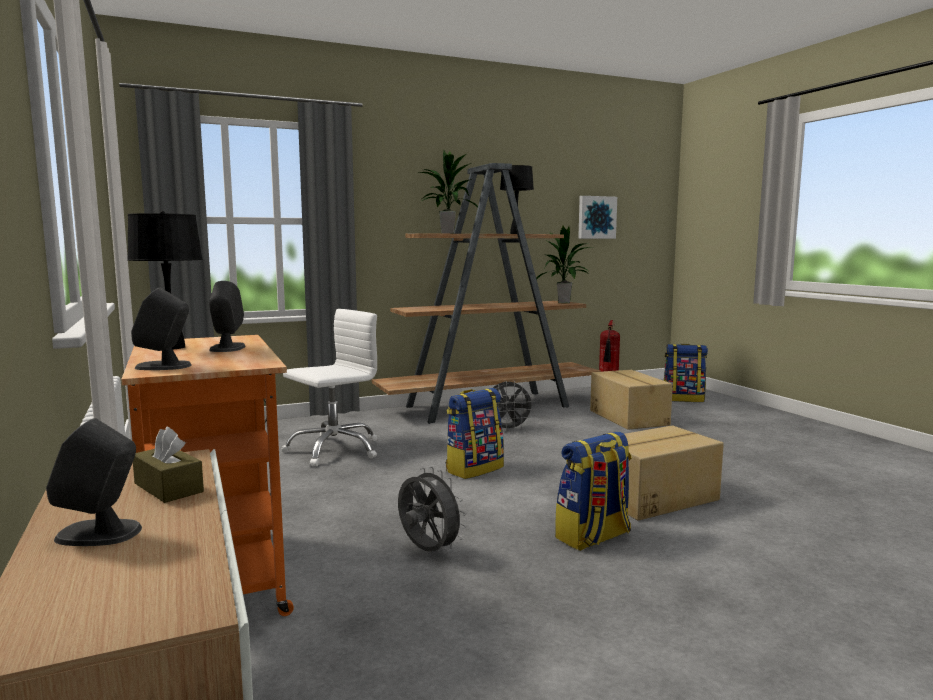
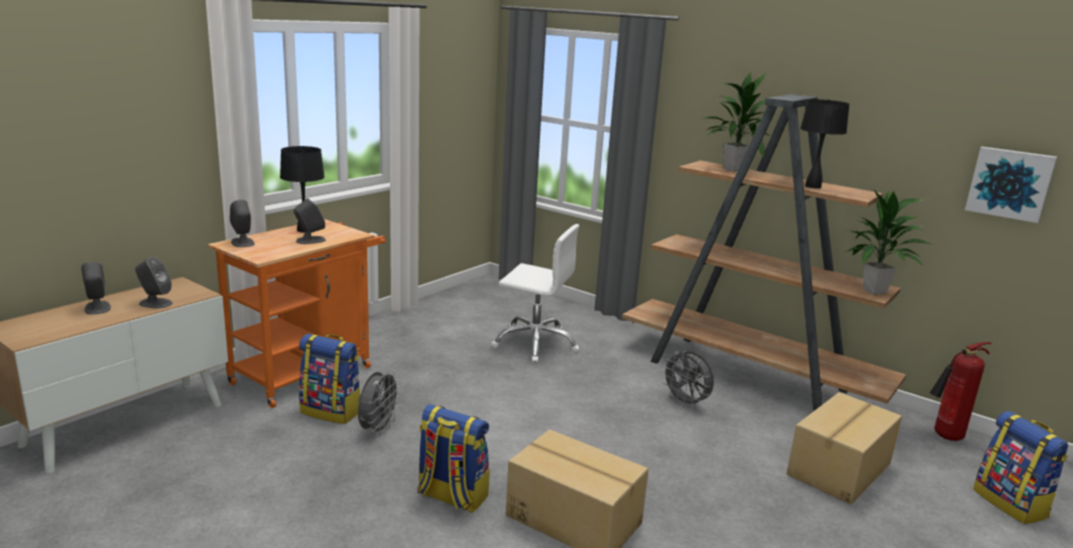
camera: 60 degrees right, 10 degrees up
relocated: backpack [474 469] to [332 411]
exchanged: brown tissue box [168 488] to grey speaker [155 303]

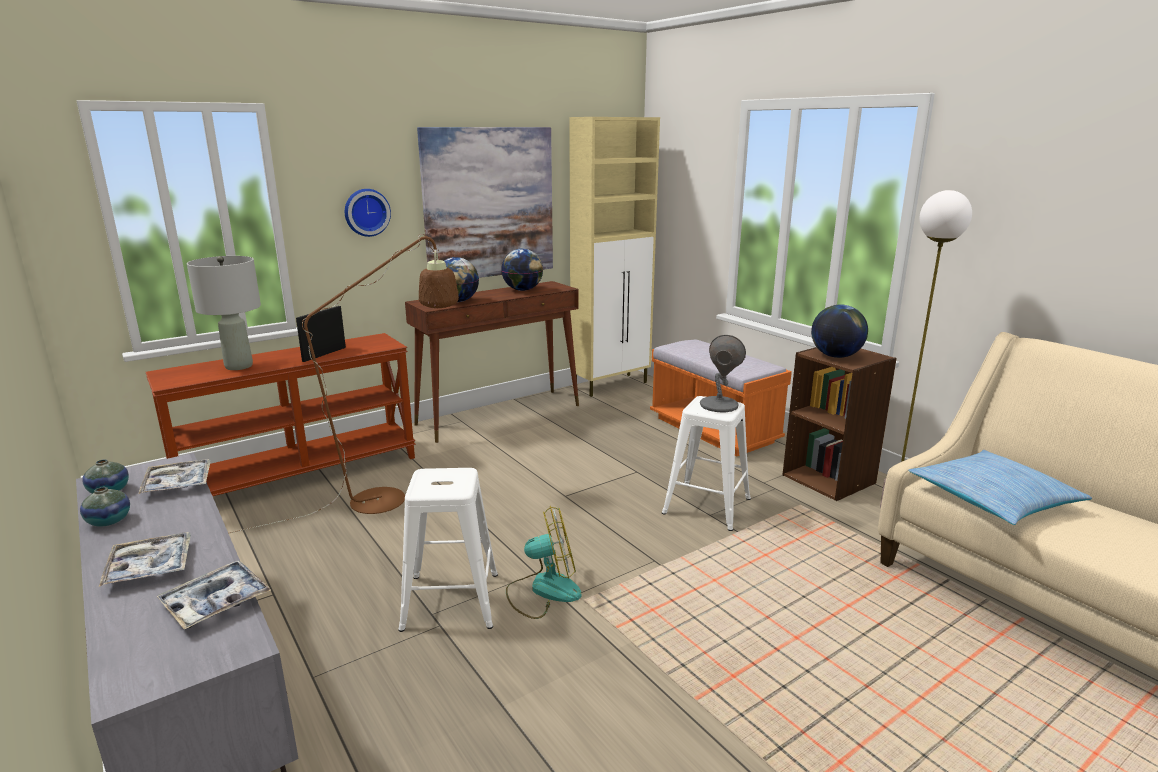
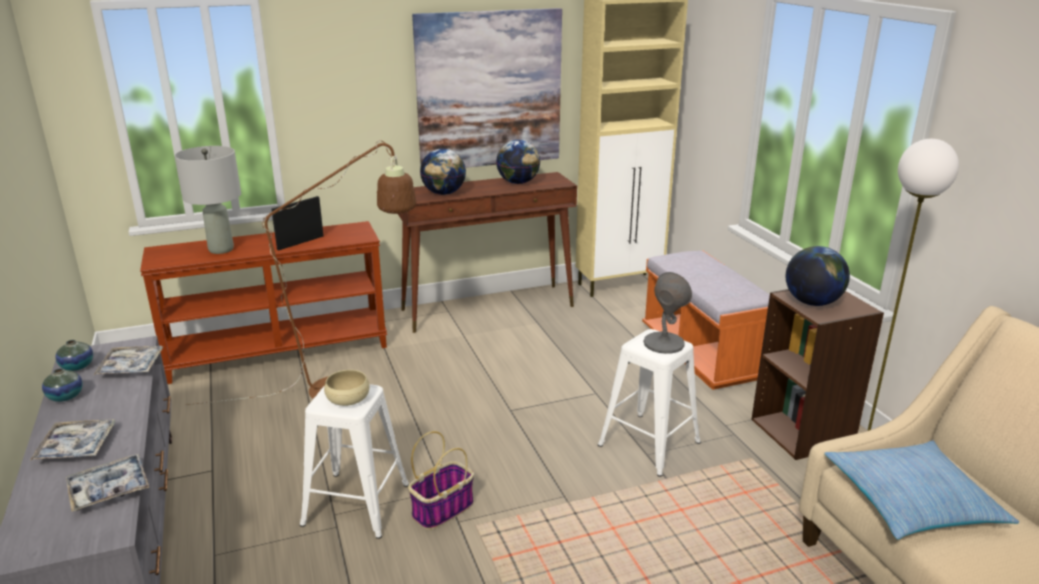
camera: 15 degrees right, 5 degrees up
missing: wall clock [366 212]
appeared: beige bowl [348 398]
exchanged: fan [543 590] to basket [443 509]

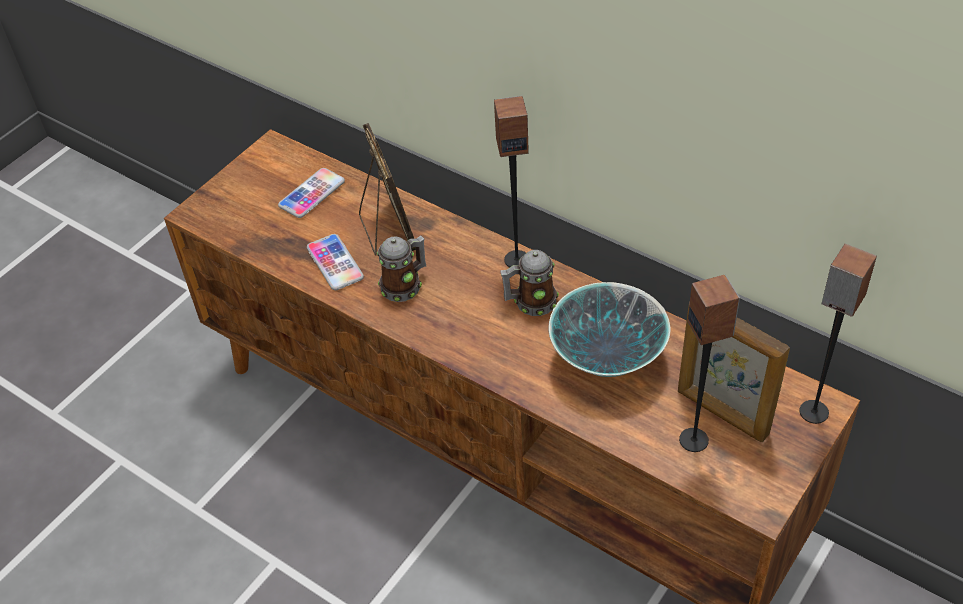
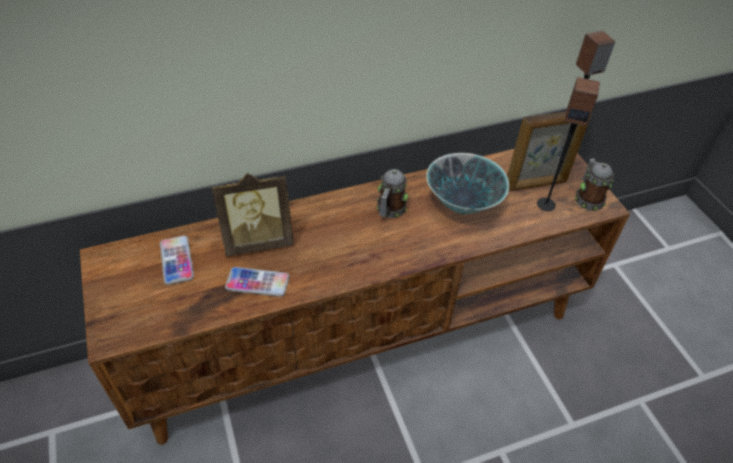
camera: 60 degrees left, 0 degrees up
missing: speaker [516 259]
relocated: mug [405 285] to [588 198]
spun: picture frame [387 231] = [258 241] 150 degrees clockwise

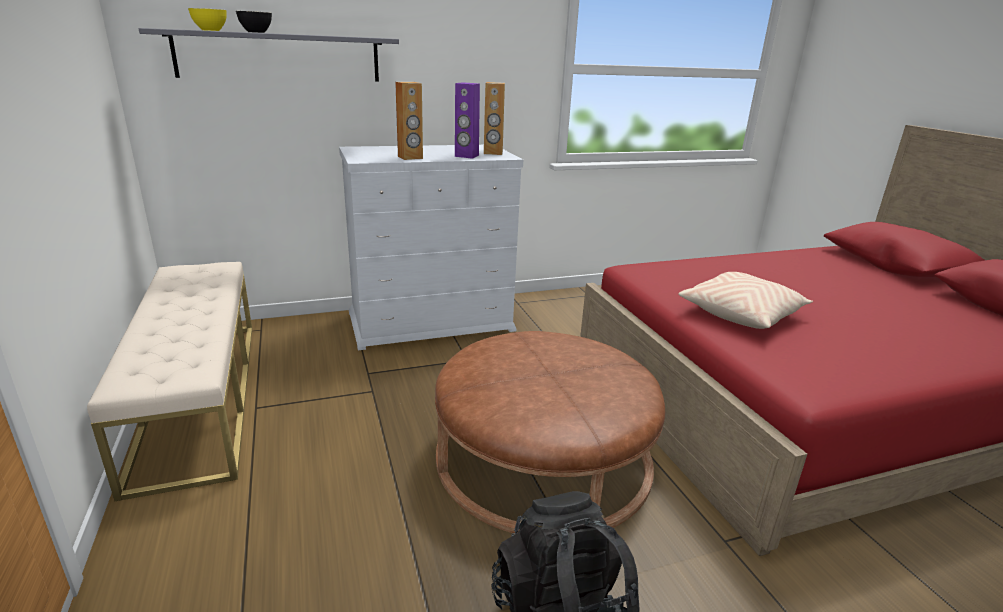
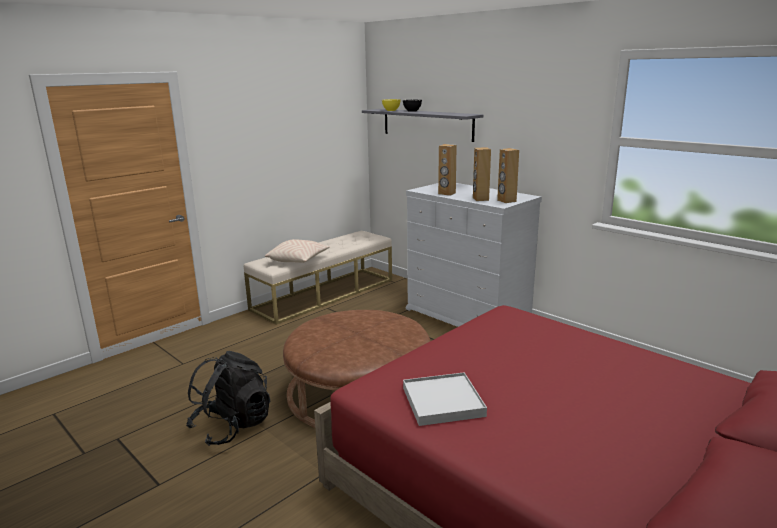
camera: 65 degrees right, 5 degrees down
appeared: white tray [442 402]
relocated: beige pillow [741 314] to [298 260]
colour: purple speaker [466 156] to brown speaker [480 199]

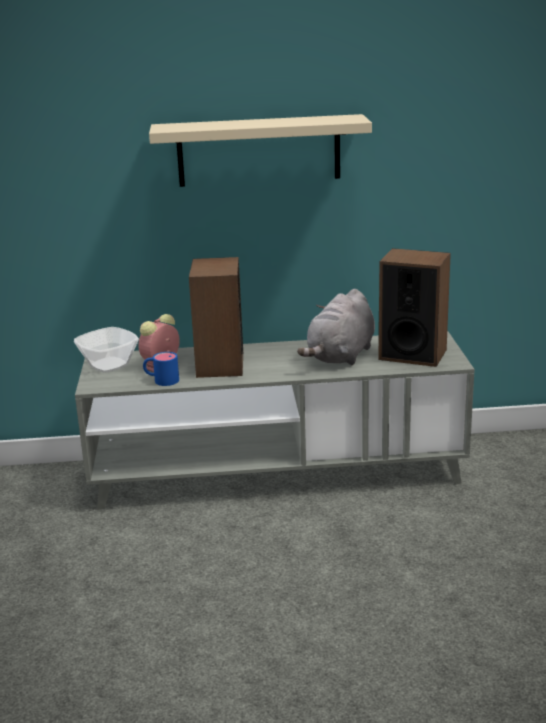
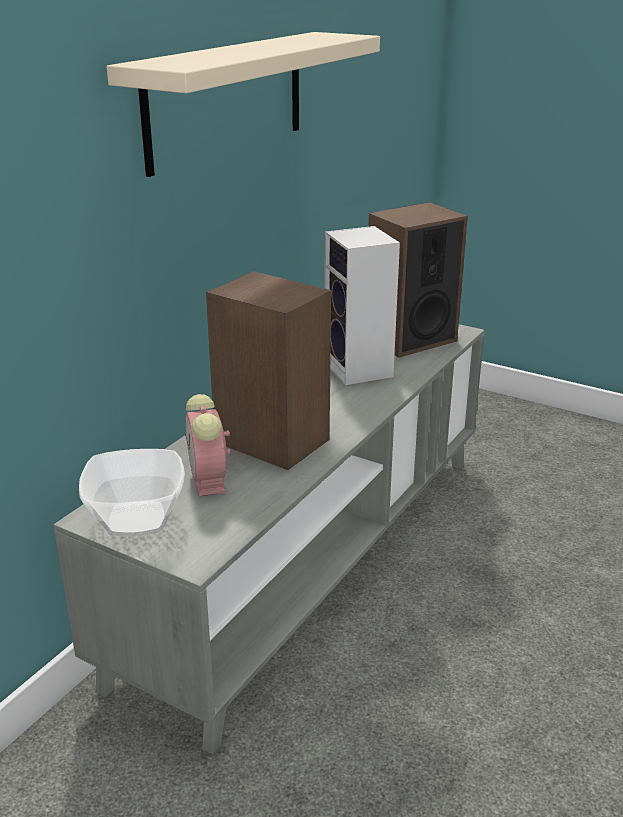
camera: 55 degrees left, 5 degrees up
missing: blue mug [161 380]
exchanged: grey plush toy [341 356] to speaker [360 370]

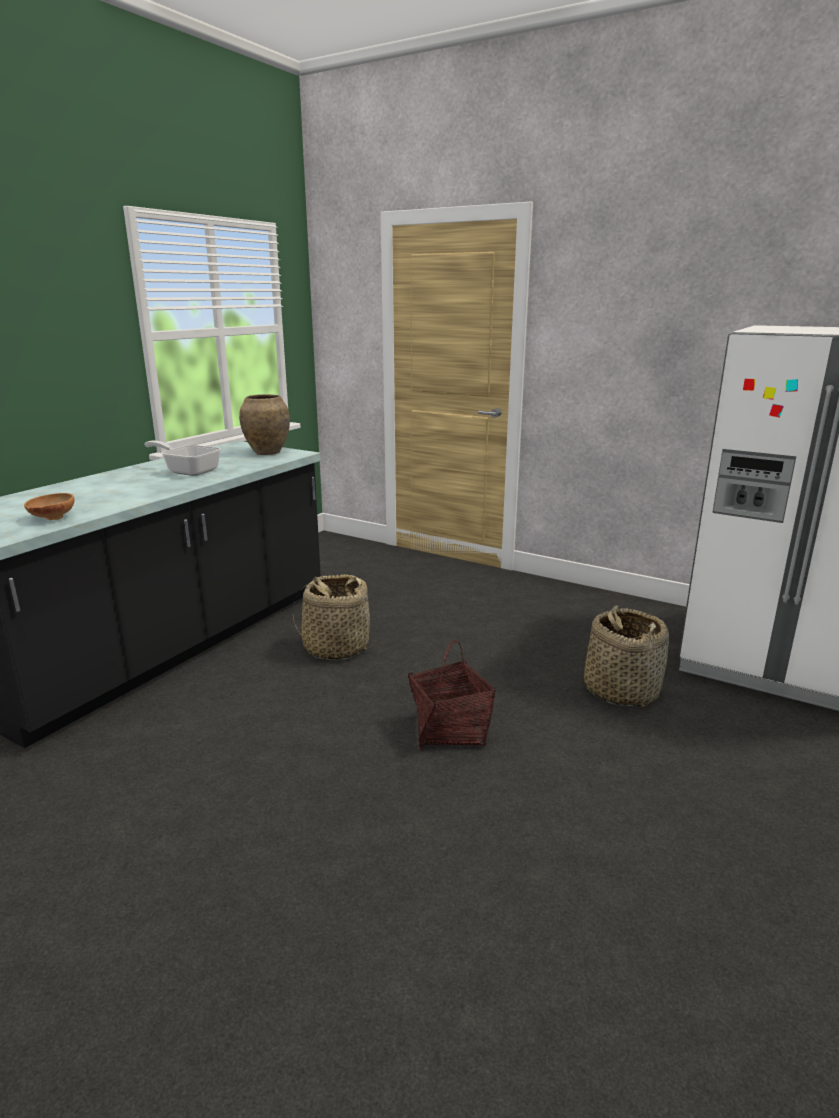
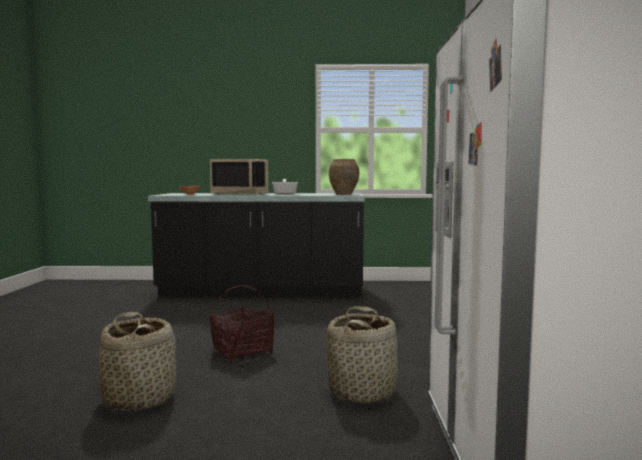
camera: 60 degrees right, 15 degrees down
appeared: beige microwave [241 194]
relocated: basket [336 647] to [140 398]

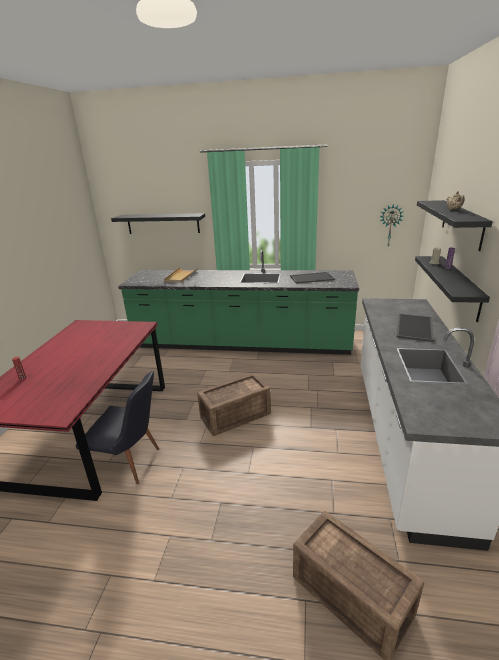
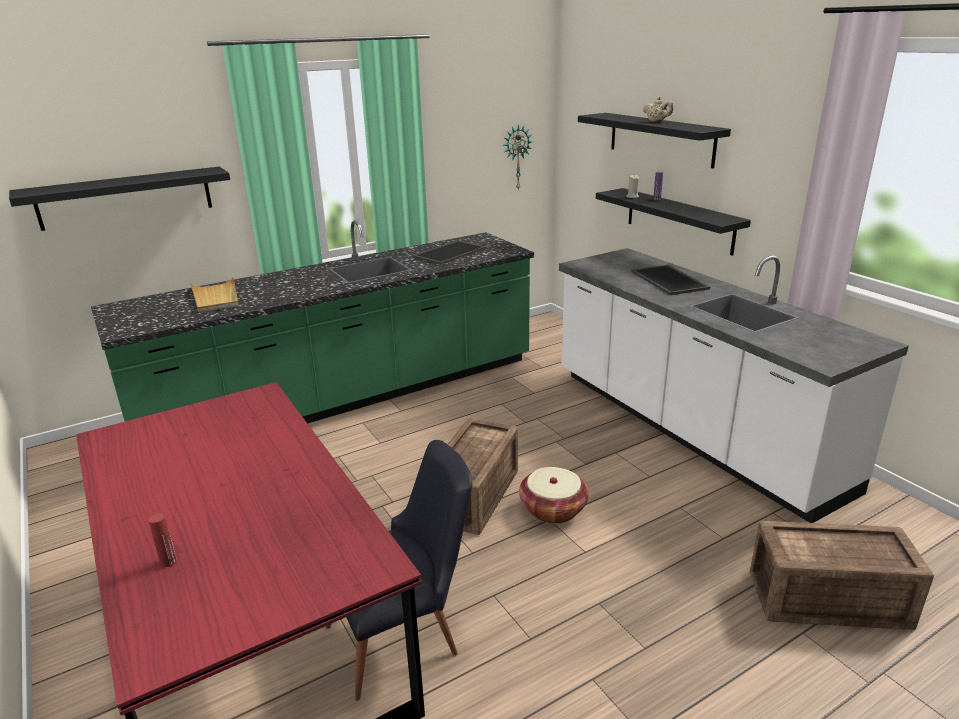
camera: 40 degrees left, 0 degrees up
appeared: basket [553 509]

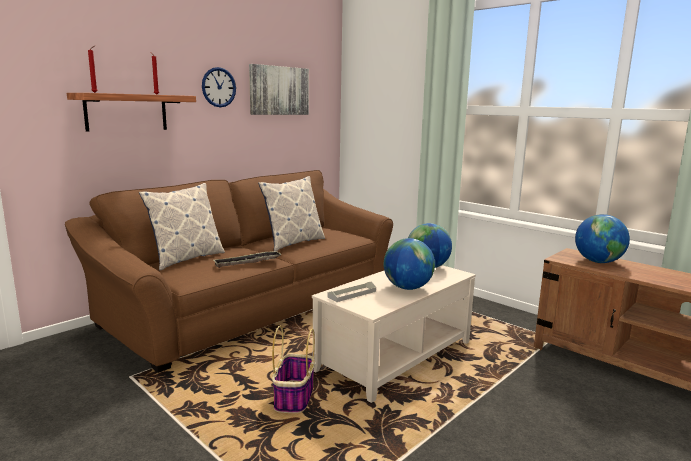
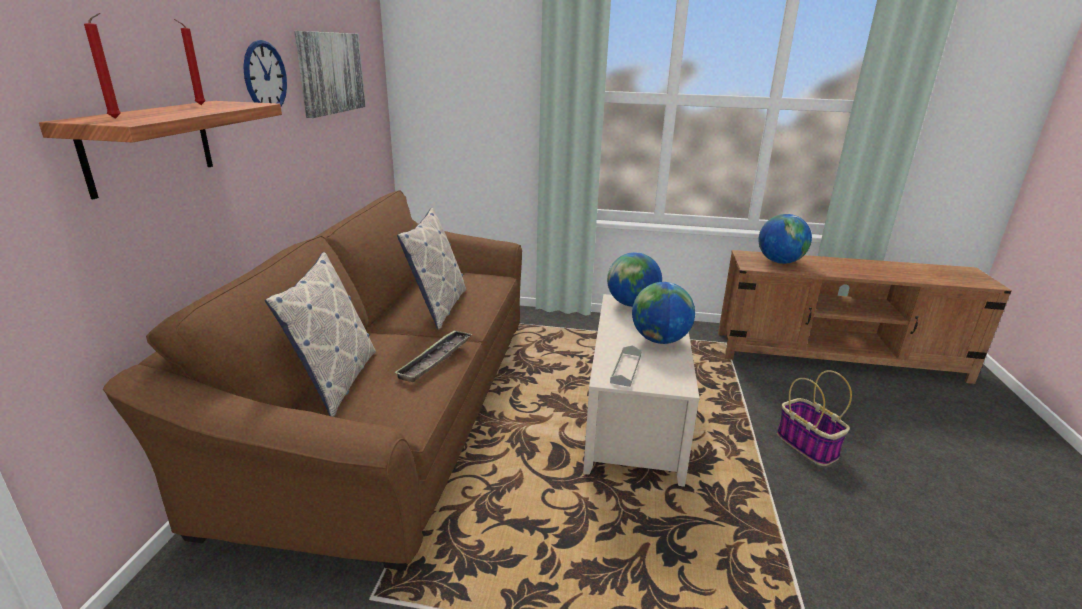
camera: 35 degrees left, 10 degrees up
relocated: basket [294 398] to [808 446]

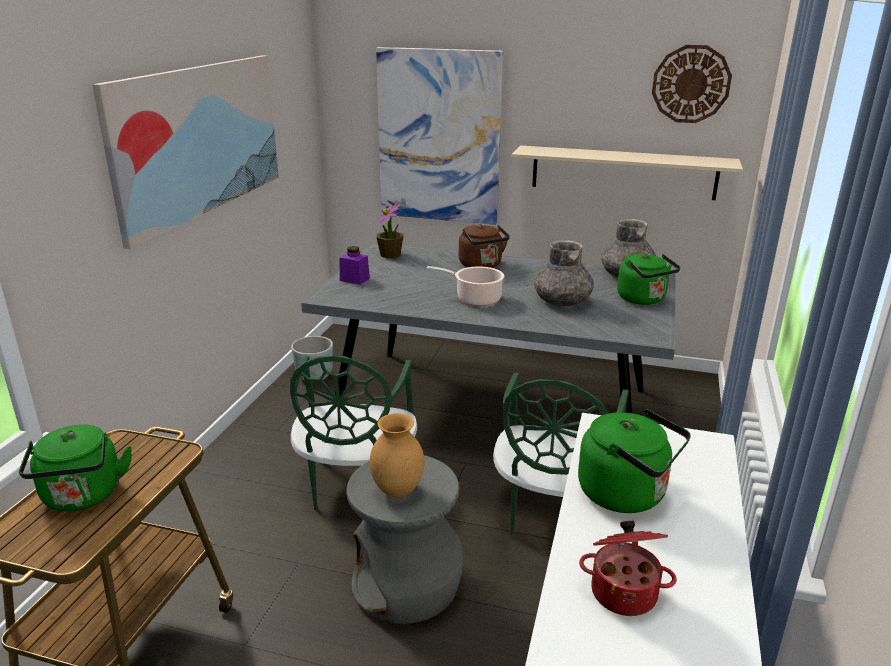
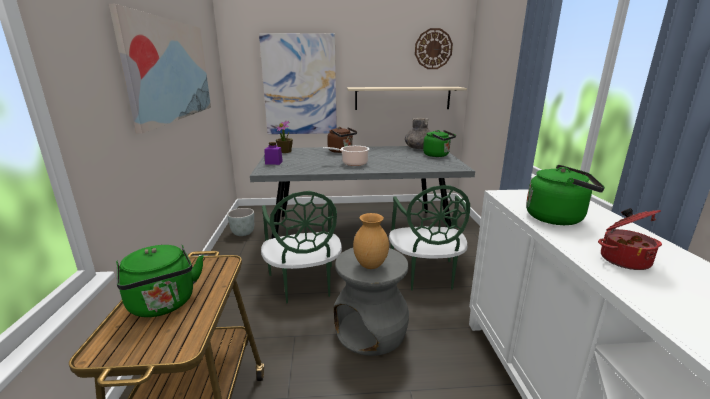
camera: 20 degrees left, 5 degrees down
missing: grey vase [562 301]

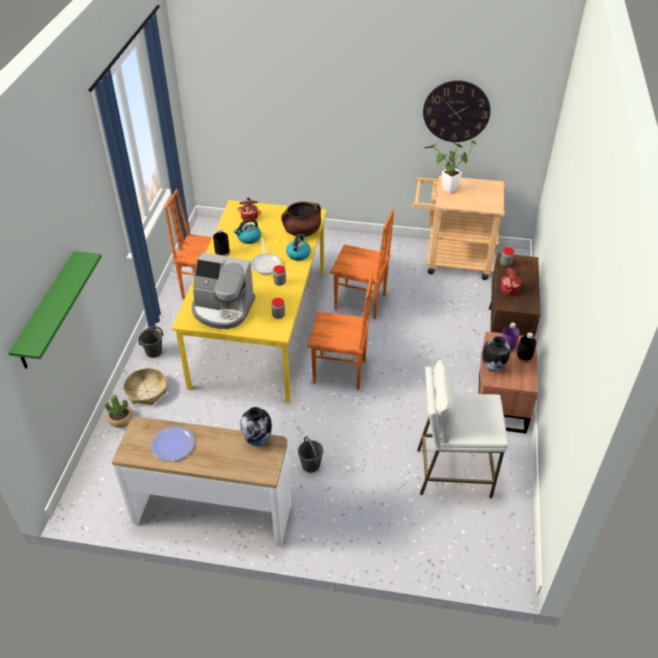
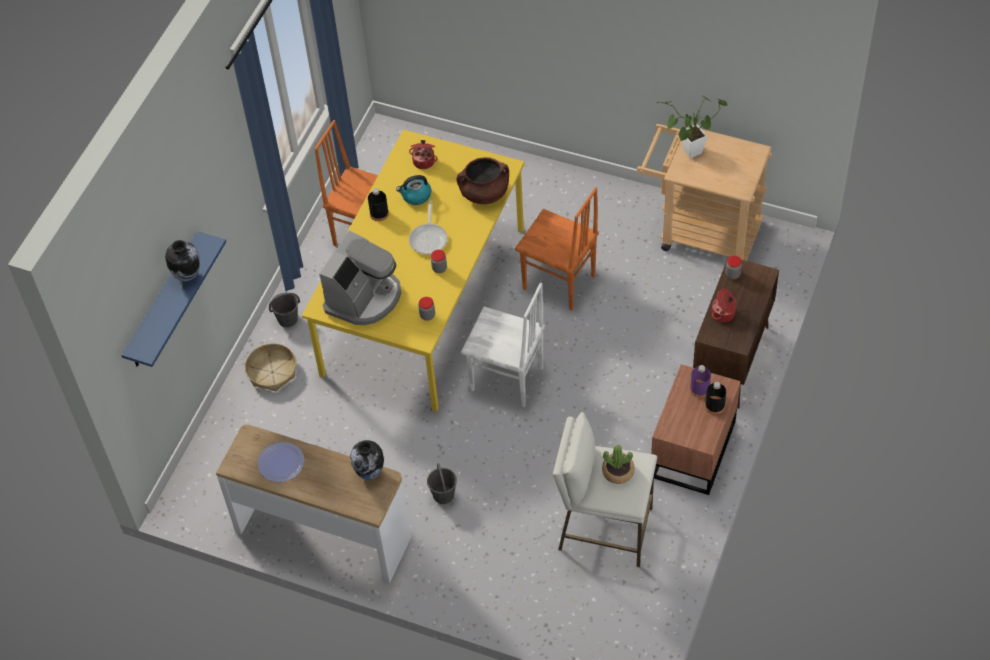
camera: 15 degrees right, 10 degrees up
missing: kettle [298 254]; wall clock [456 111]
relocated: potted plant [121 419] to [618 471]; vase [492 367] to [187 275]
colour: green shelf [47 311] to blue shelf [163 303]; orange chair [340 372] to white chair [507 380]
spun: coffee machine [222 309] = [364 298] 90 degrees counterclockwise

